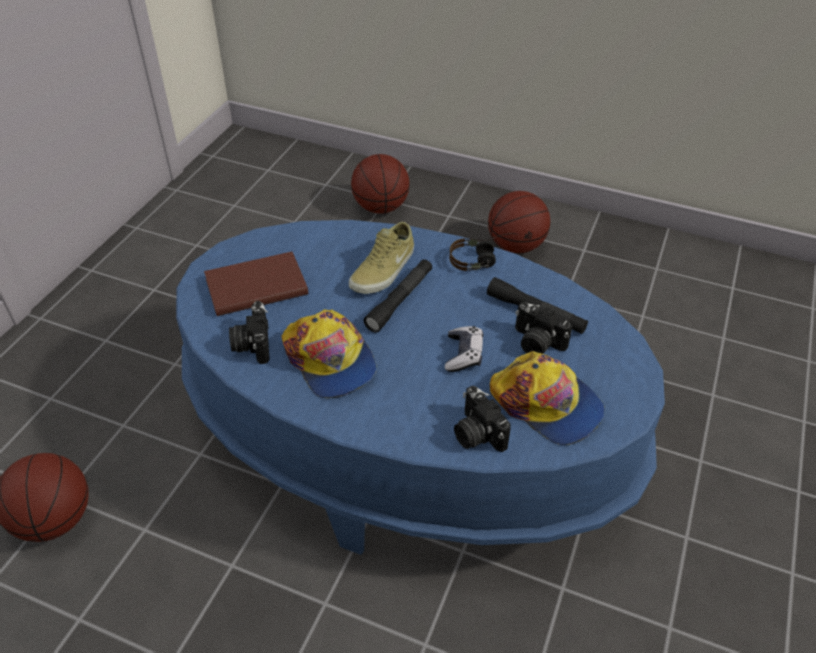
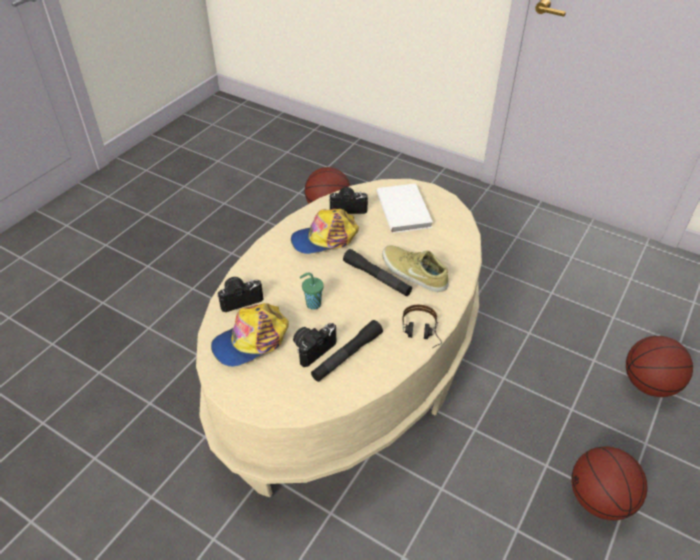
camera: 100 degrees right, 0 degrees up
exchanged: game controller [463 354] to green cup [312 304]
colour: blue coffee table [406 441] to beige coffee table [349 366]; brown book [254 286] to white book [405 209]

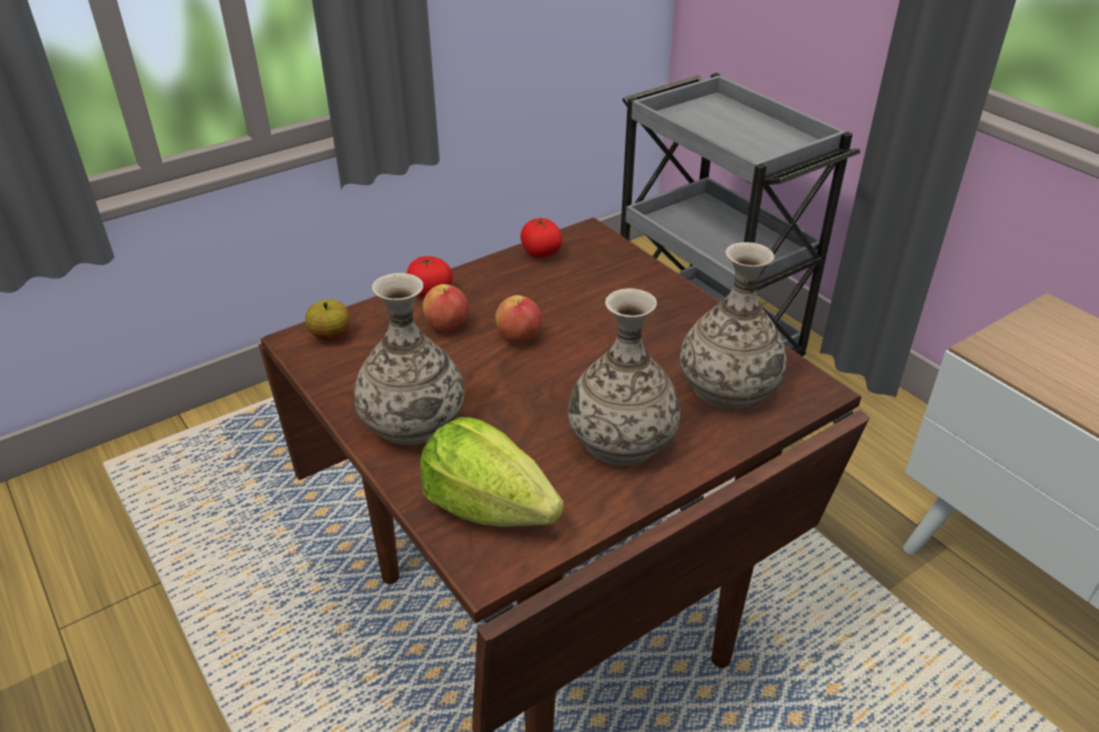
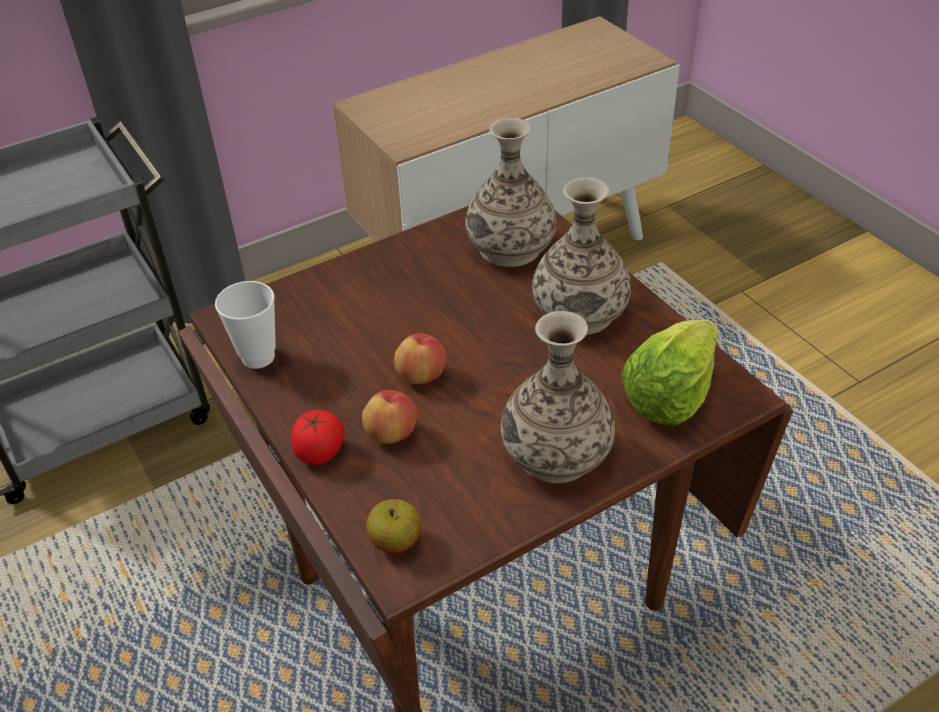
camera: 85 degrees left, 5 degrees up
exchanged: tomato [541 253] to cup [258 357]

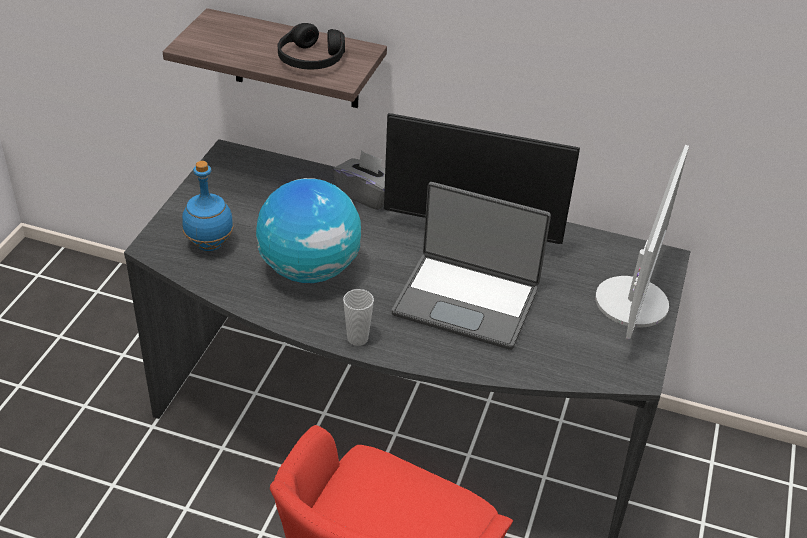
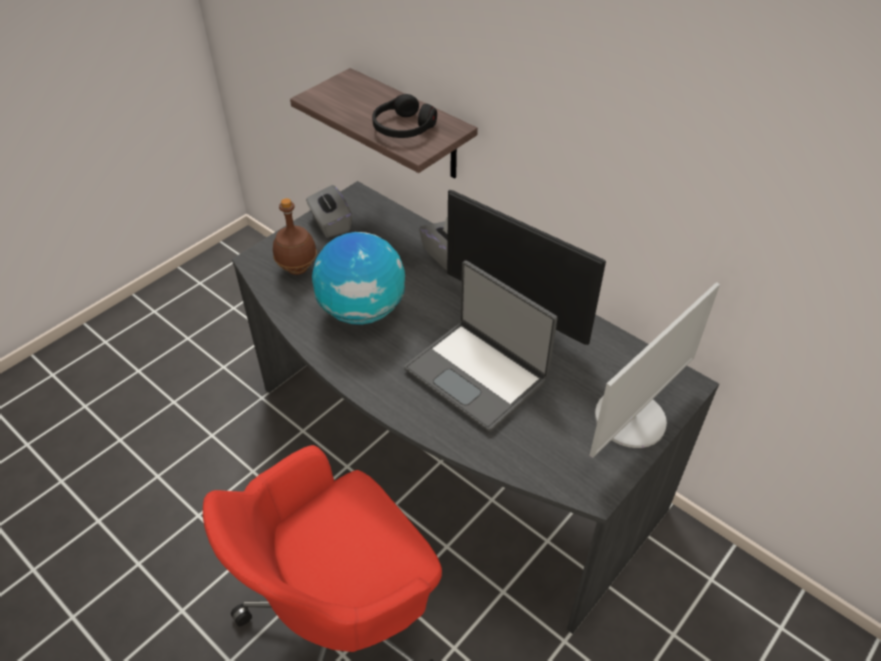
camera: 25 degrees right, 5 degrees up
missing: cup [357 338]
appeared: grey tissue box [330 224]
colour: blue bottle [210 244] to brown bottle [298 268]

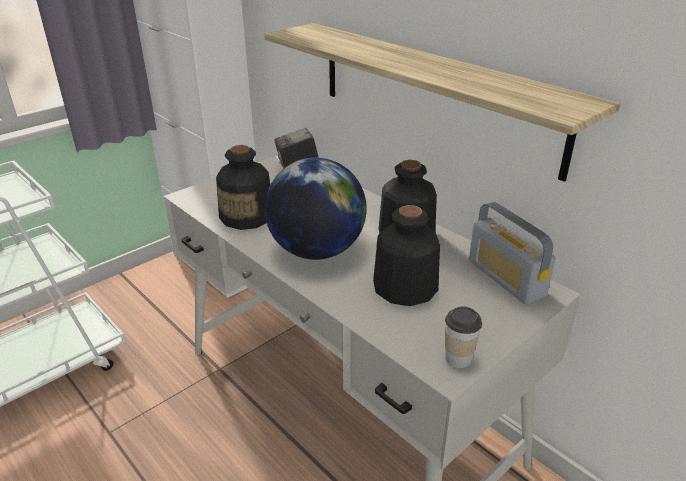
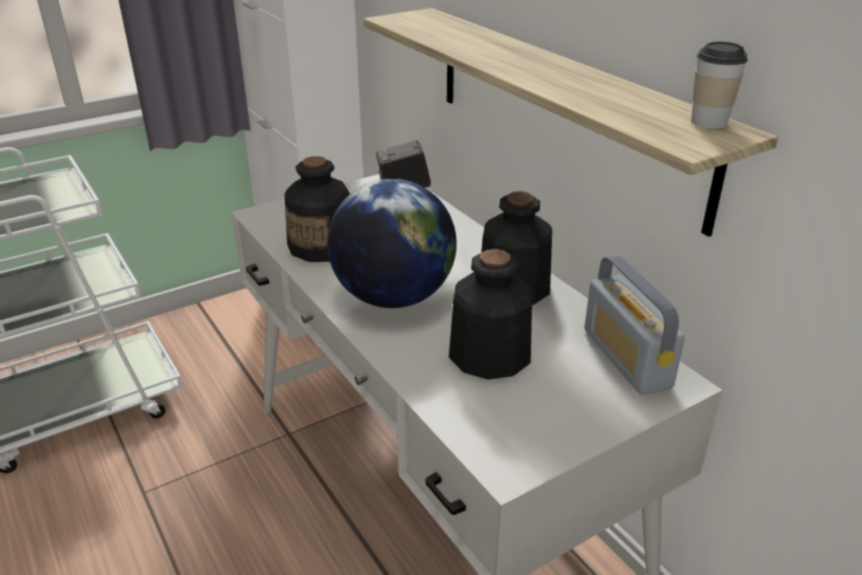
camera: 10 degrees right, 0 degrees up
relocated: cup [458 358] to [708 122]

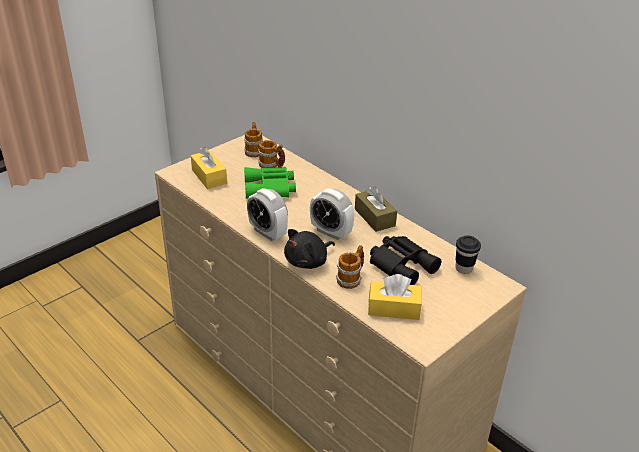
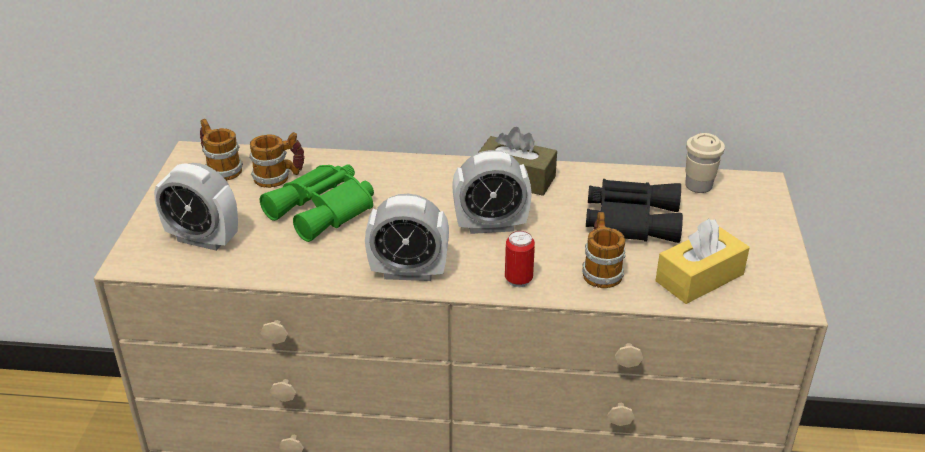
camera: 40 degrees left, 0 degrees up
exchanged: yellow tissue box [209 176] to alarm clock [203 239]; black plush toy [308 261] to can [518 280]
colour: black cup [464 268] to beige cup [698 186]

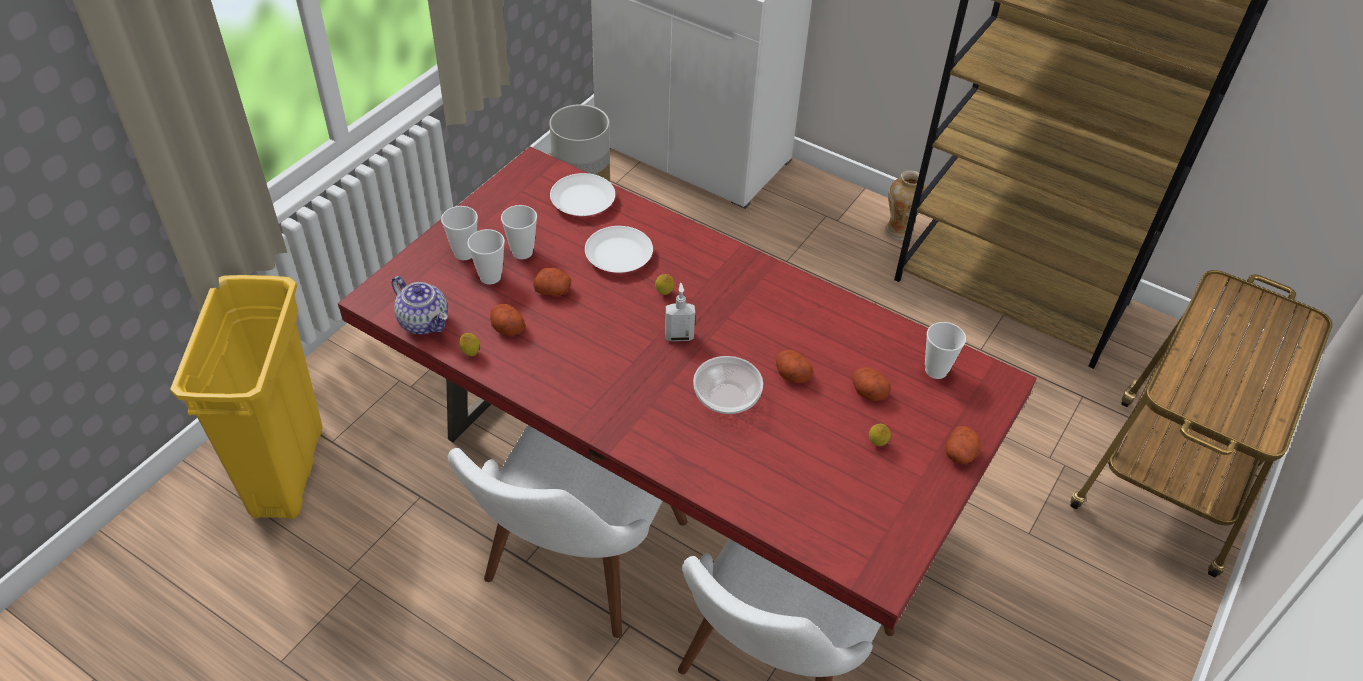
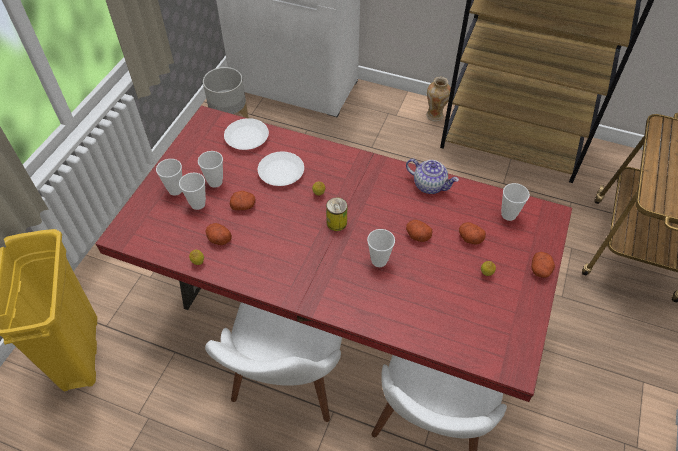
camera: 10 degrees left, 5 degrees up
relocated: teapot [424 322] to [430 185]
exchanged: soap dispenser [679 336] to can [336 223]; bowl [725 397] to cup [379 260]

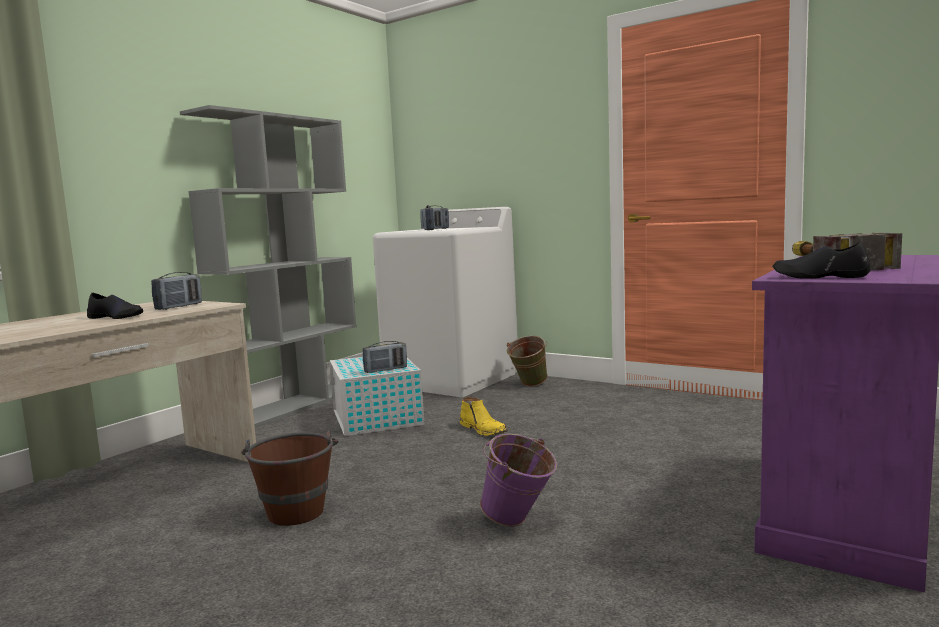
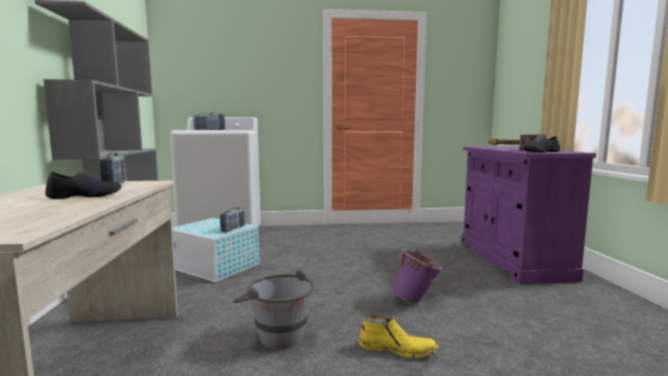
camera: 40 degrees left, 0 degrees up
missing: green bucket [528 385]
relocated: yellow boot [484 430] to [397 349]
colour: brown bucket [295 507] to grey bucket [274 334]

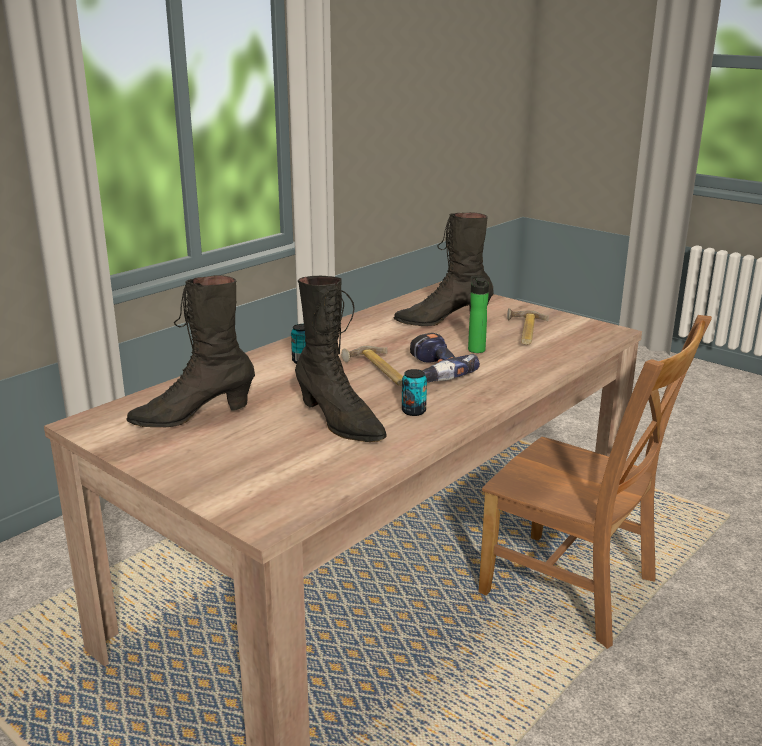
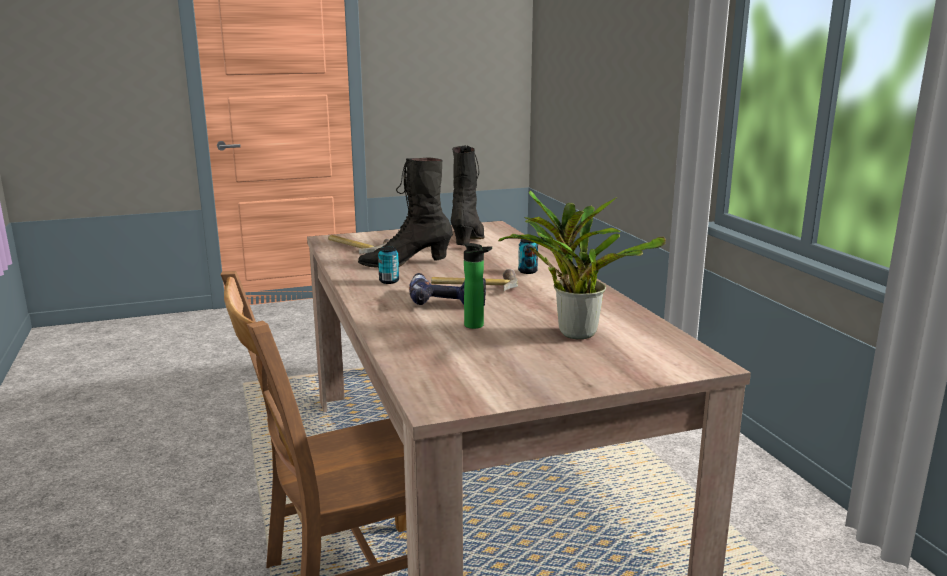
camera: 120 degrees right, 5 degrees down
relocated: hammer [524 332] to [357 248]
exchanged: black boot [442 321] to potted plant [573 332]

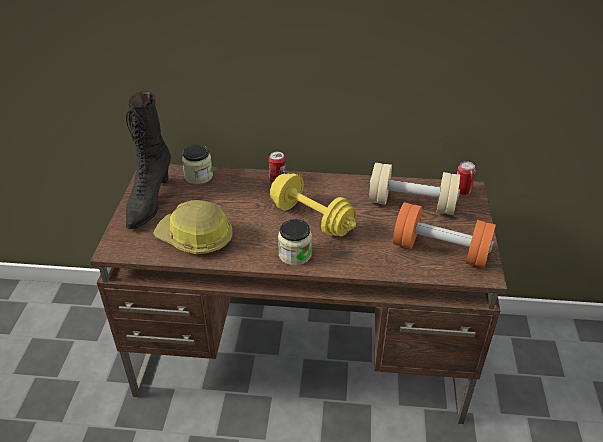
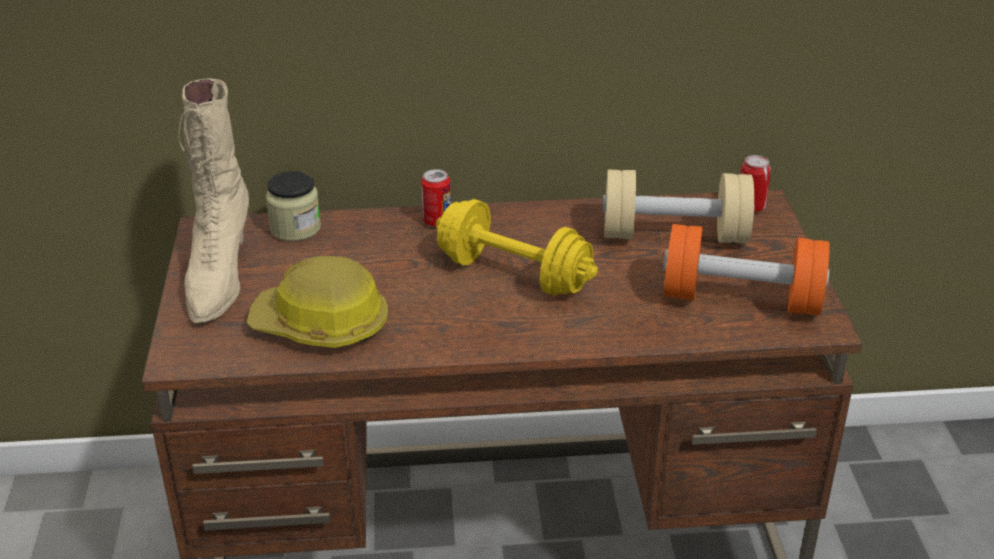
camera: 10 degrees left, 5 degrees down
missing: jar [295 255]
colour: black boot [149 202] to beige boot [219 277]

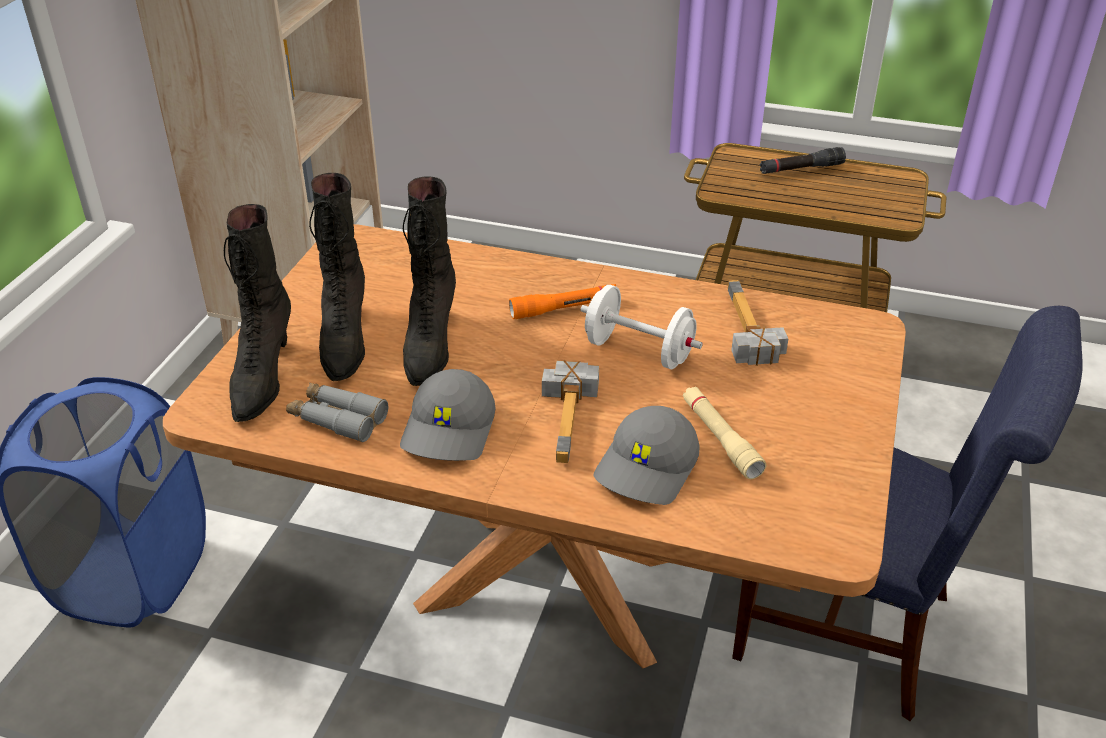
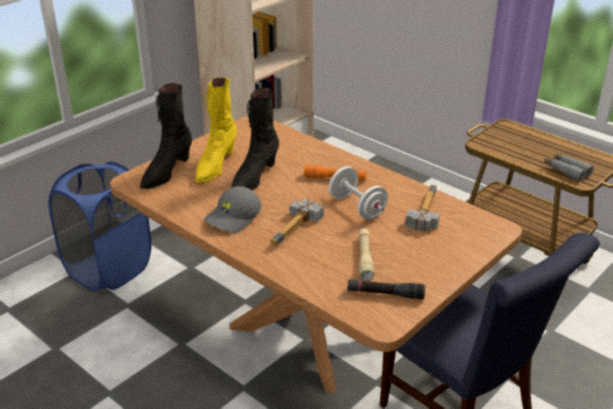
camera: 25 degrees right, 5 degrees down
missing: grey cap [648 469]
relocated: grey binoculars [337 419] to [566 171]; black flashlight [801 169] to [385 294]
colour: black boot [344 341] to yellow boot [215 166]

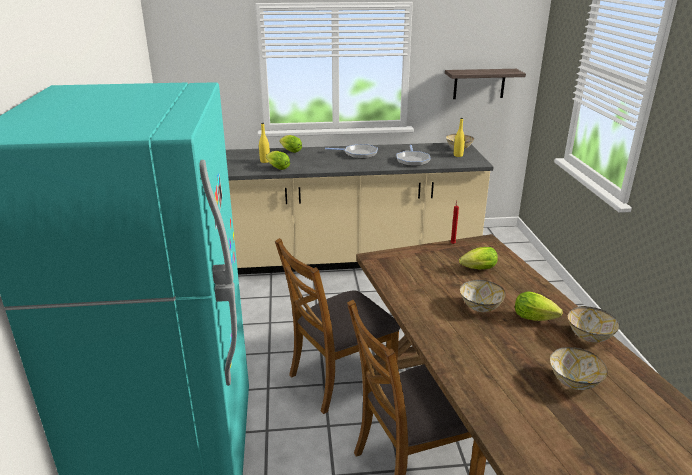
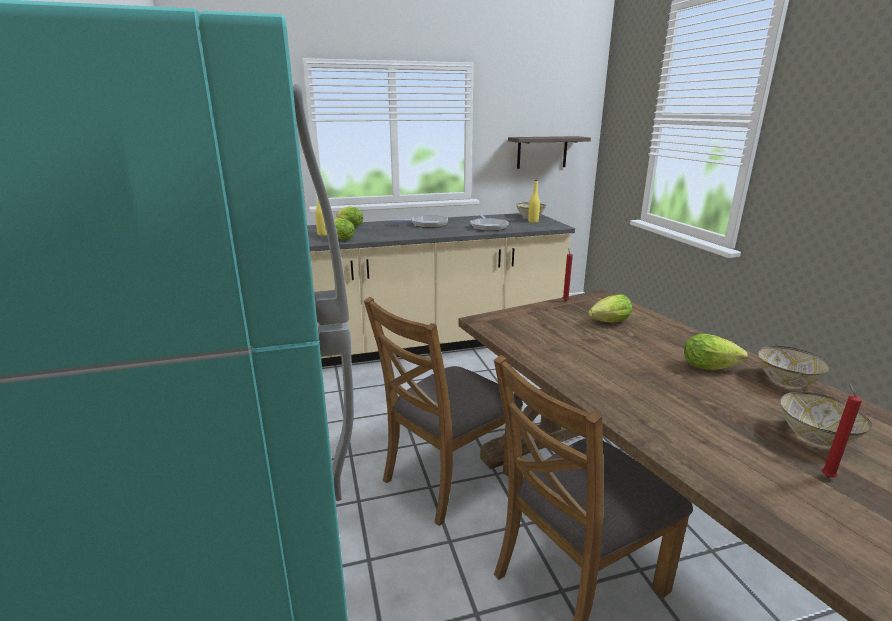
camera: 10 degrees left, 5 degrees down
missing: bowl [480 307]
appeared: red candle [826 476]

